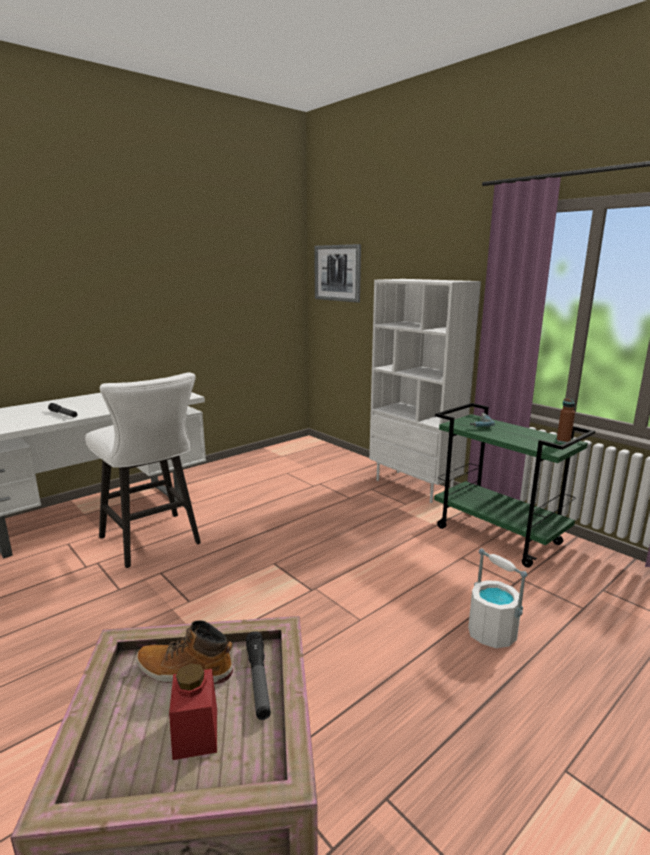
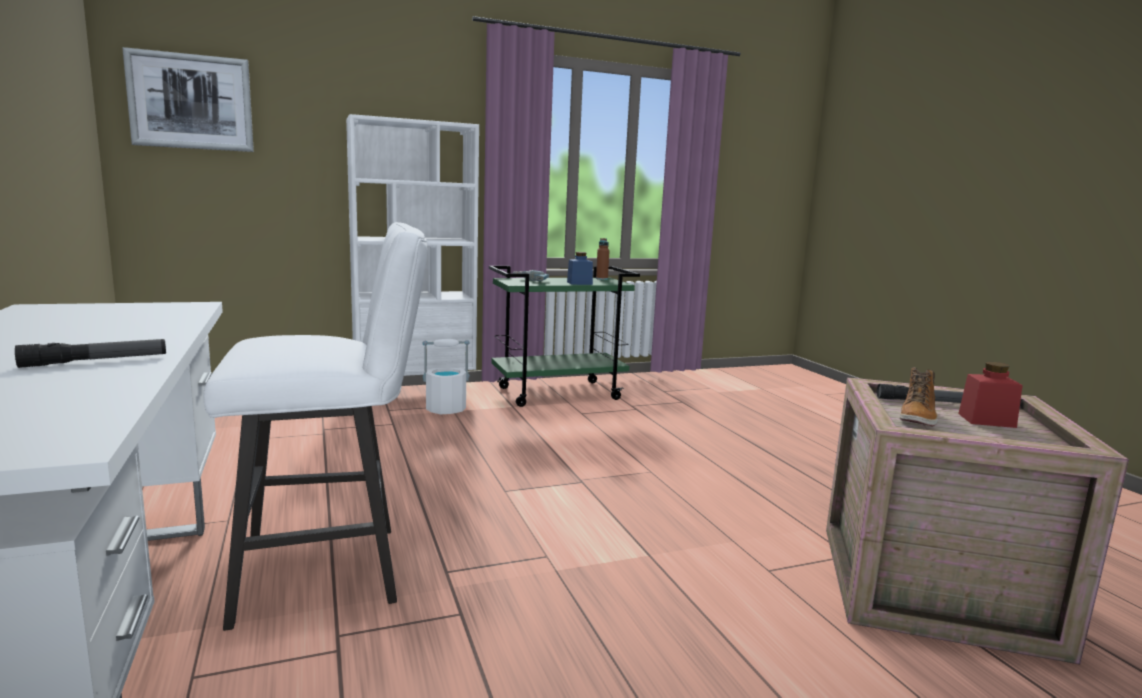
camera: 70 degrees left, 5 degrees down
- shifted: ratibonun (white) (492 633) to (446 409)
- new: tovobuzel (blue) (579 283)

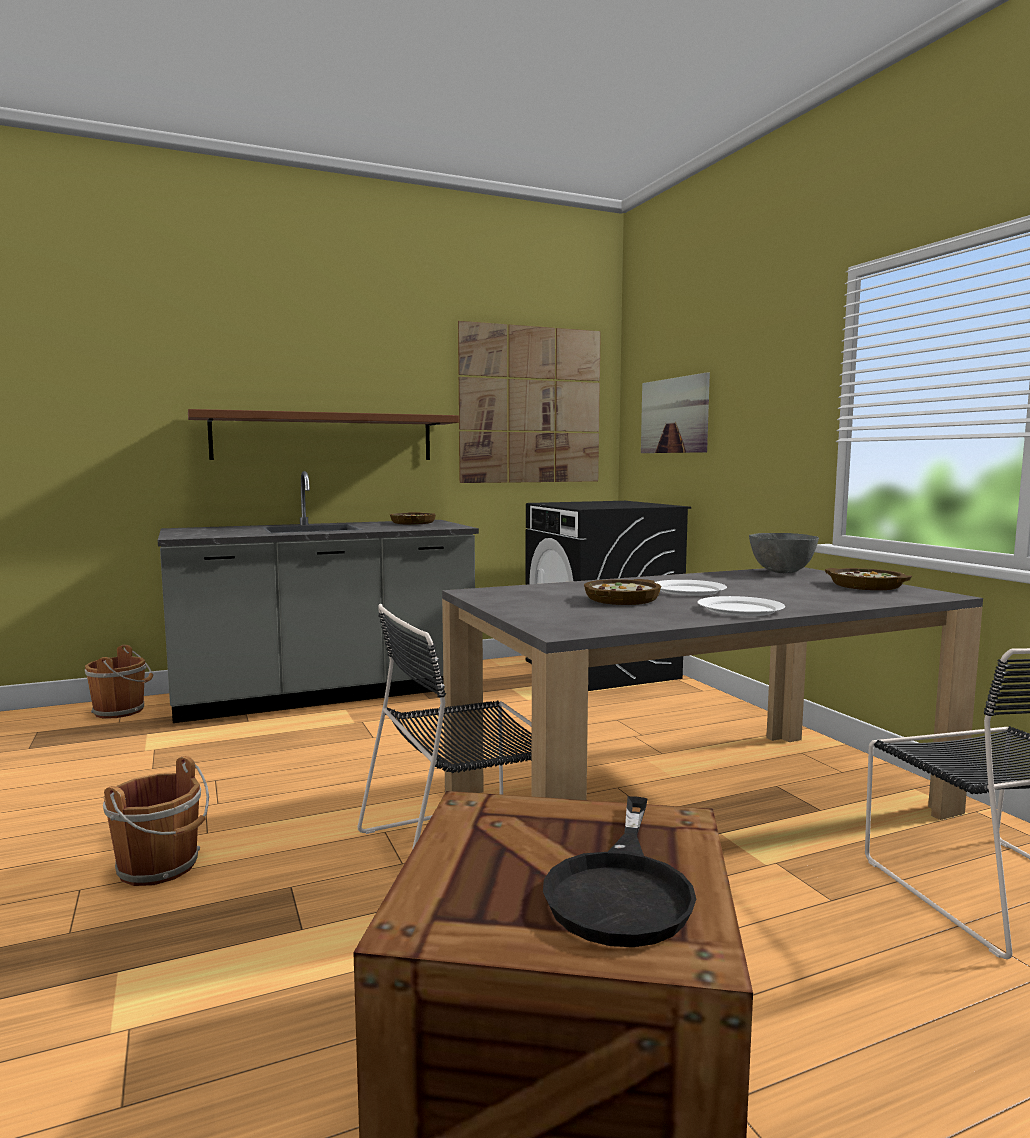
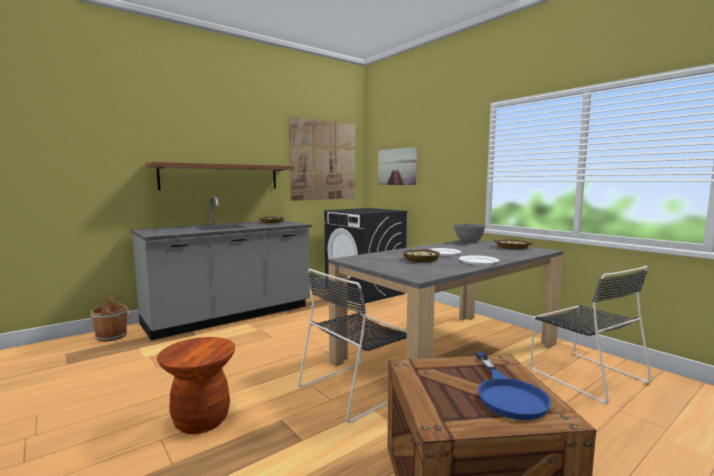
camera: 15 degrees left, 0 degrees up
- swapped: ratibonun (brown) (161 867) to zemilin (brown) (201 420)
- repainted: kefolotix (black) (622 888) to kefolotix (blue) (507 394)

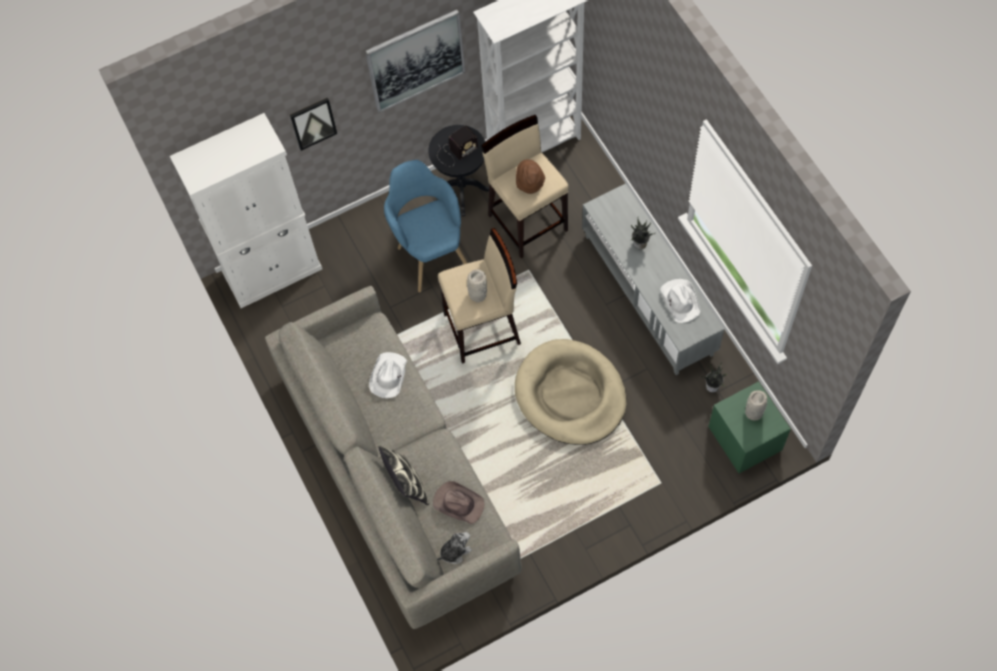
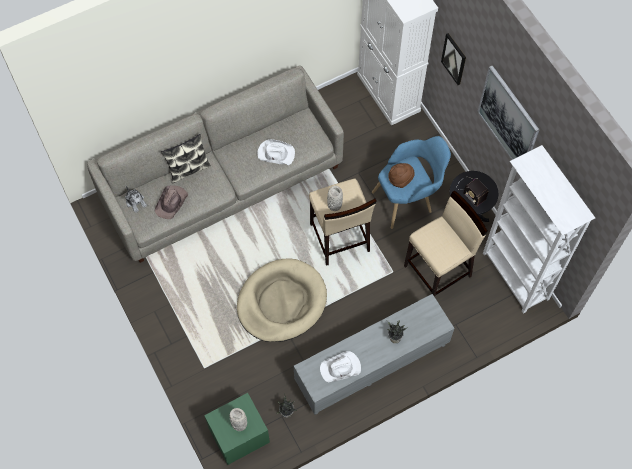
camera: 85 degrees right, 0 degrees up
- shifted: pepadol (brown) (529 183) to (400 179)

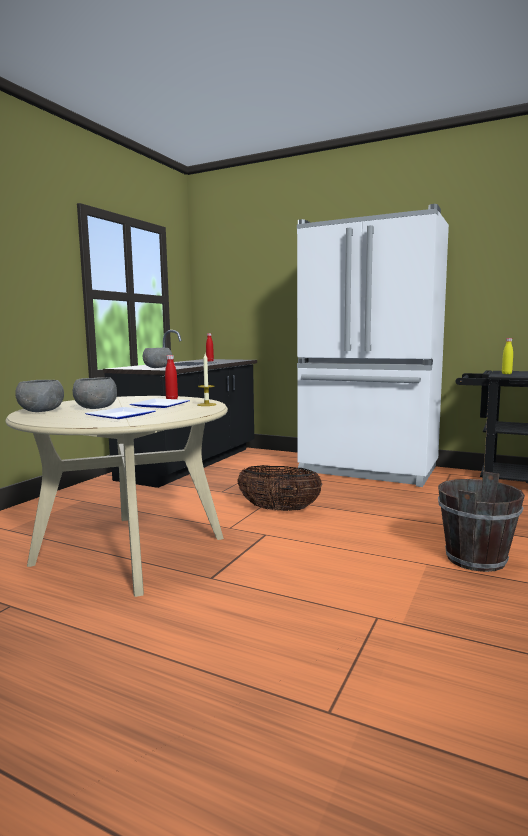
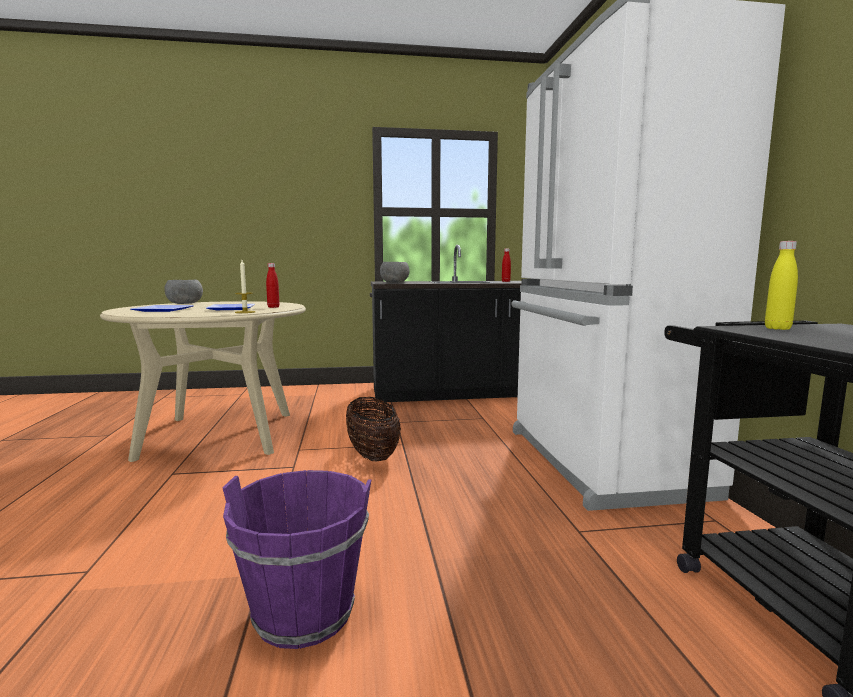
camera: 55 degrees right, 0 degrees up
- gone: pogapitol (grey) (96 408)
- repainted: ratibonun (brown) (476 559) to ratibonun (purple) (303 614)

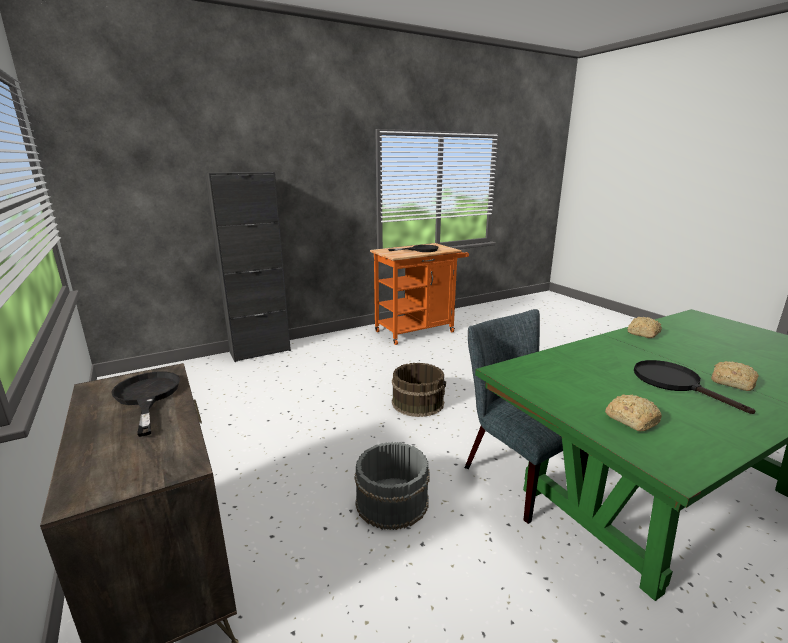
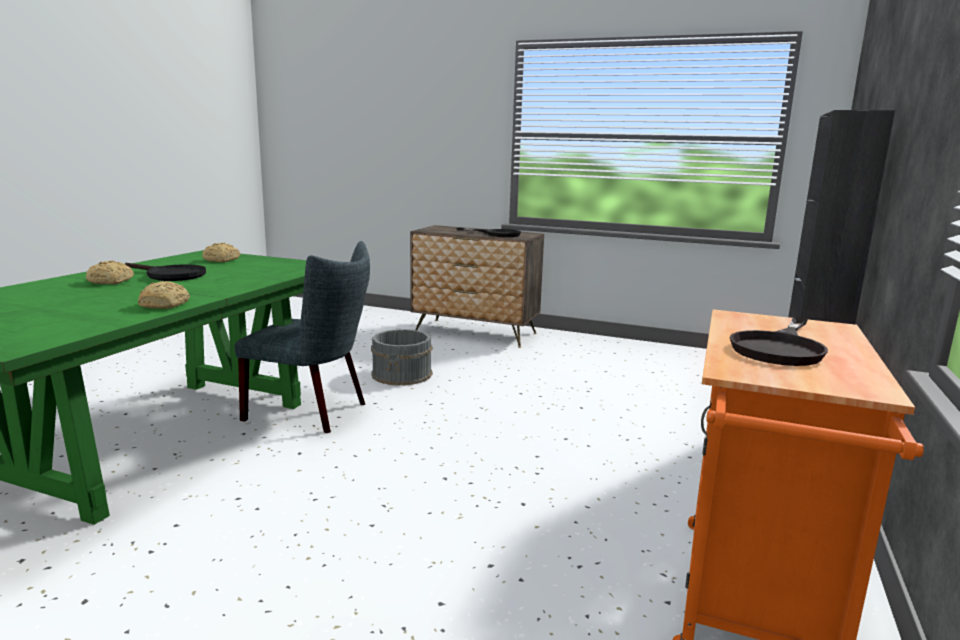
camera: 140 degrees right, 5 degrees down
- gone: ratibonun (brown) (418 402)

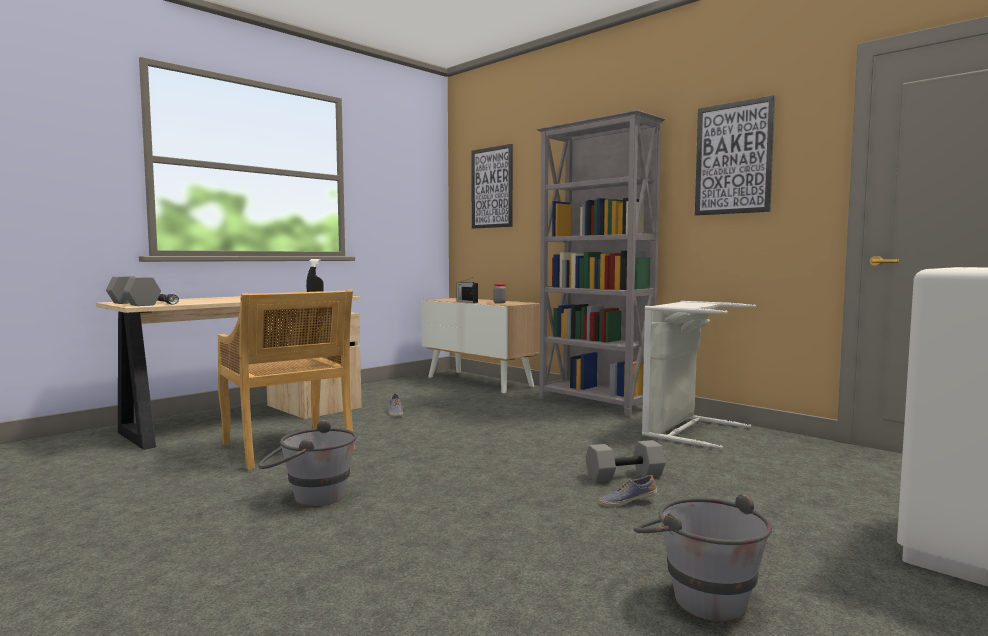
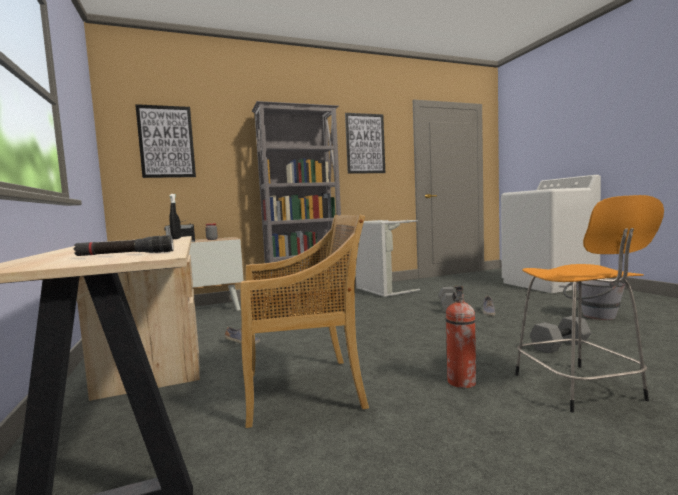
camera: 65 degrees left, 0 degrees up
- shifted: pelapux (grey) (132 304) to (560 346)
- swapped: ratibonun (grey) (308 497) to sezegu (461 382)
- new: zemilin (orange) (579 388)

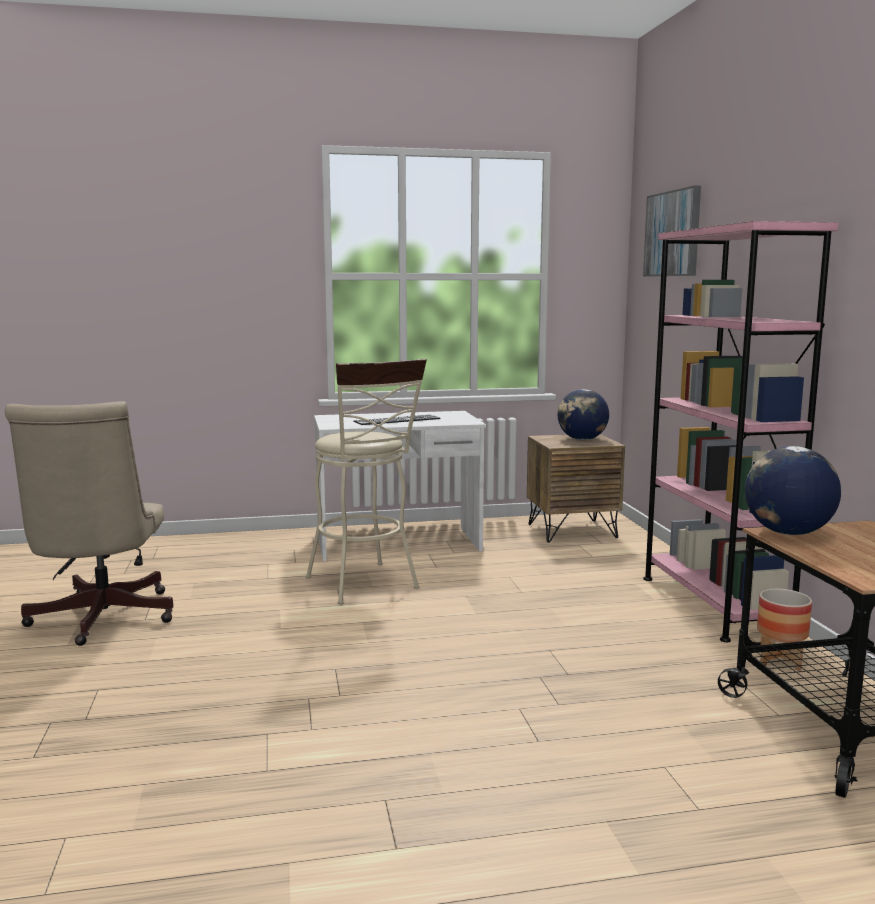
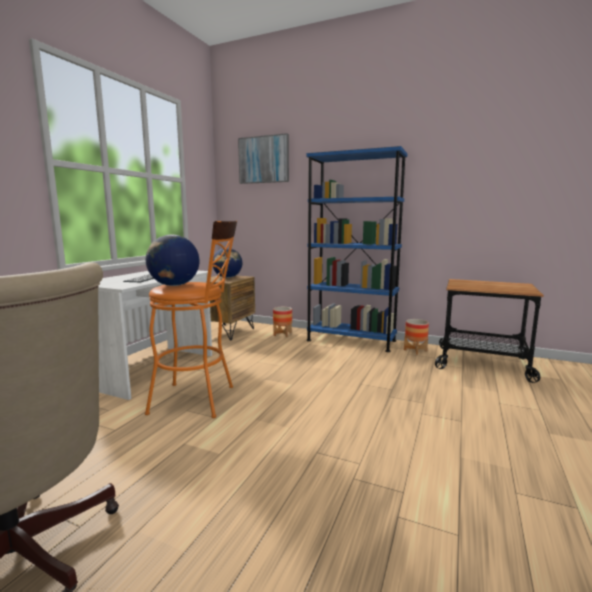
camera: 55 degrees left, 0 degrees up
- repainted: zemilin (beige) (366 585) to zemilin (orange) (200 399)
- repainted: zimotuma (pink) (713 604) to zimotuma (blue) (351 340)
- shifted: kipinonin (787 533) to (174 285)
- new: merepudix (282 334)

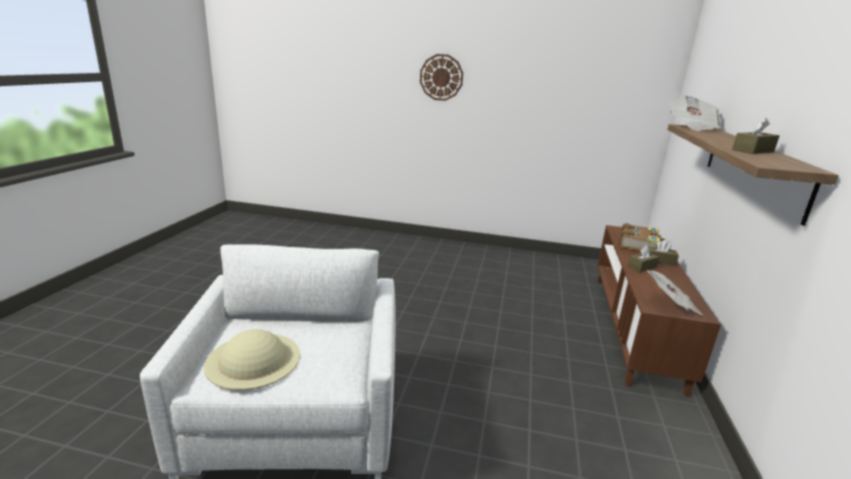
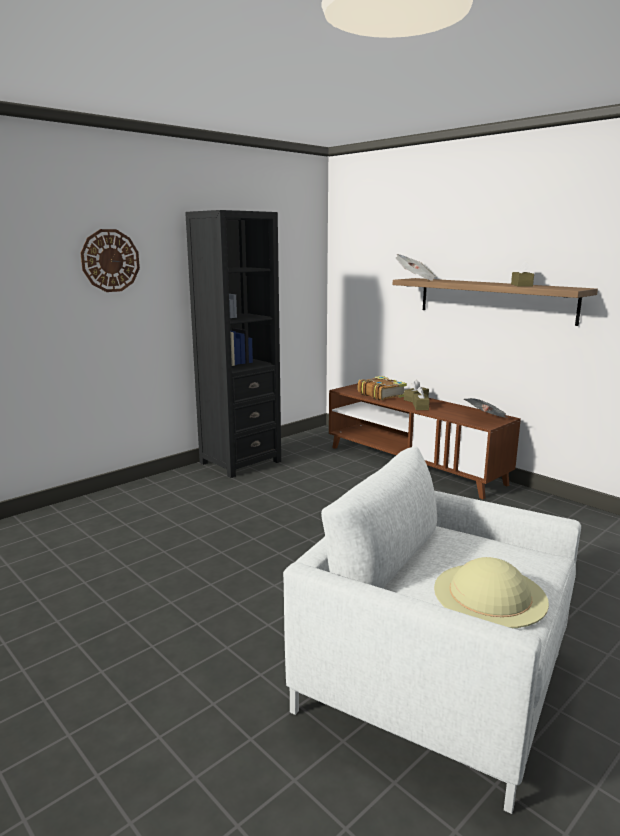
camera: 55 degrees left, 5 degrees down
- new: zimotuma (black) (240 462)

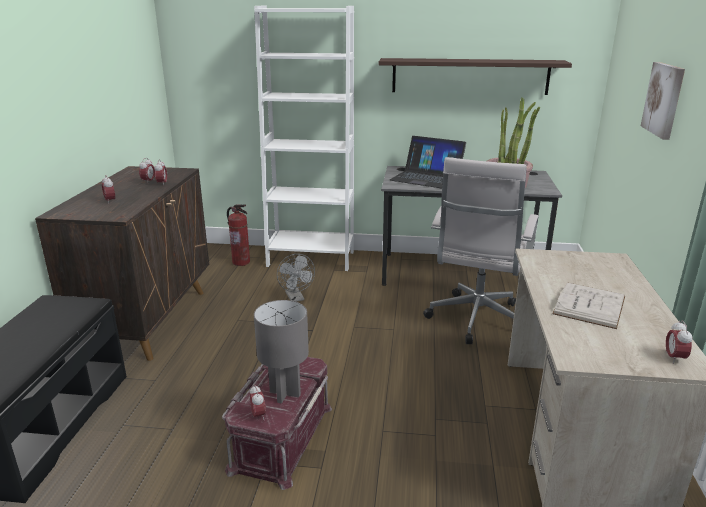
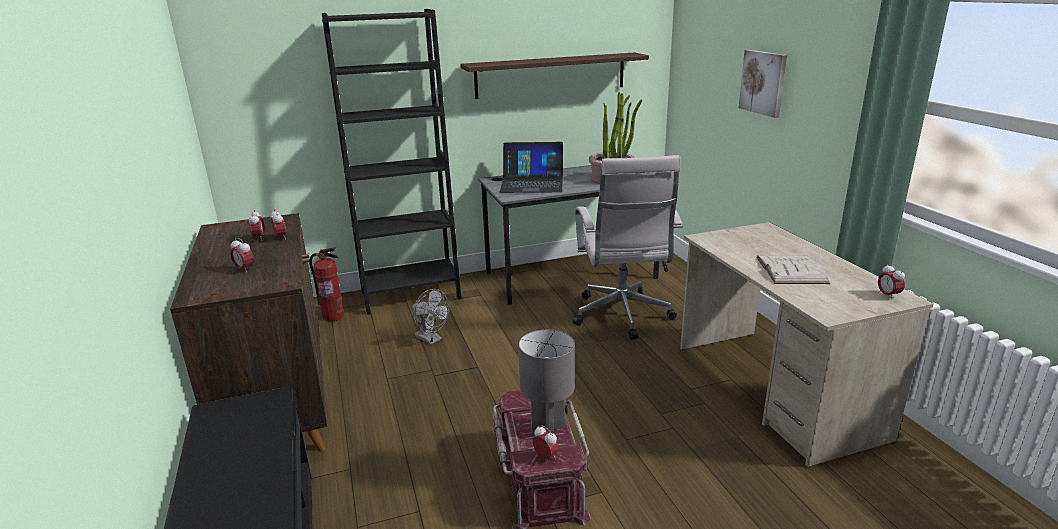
camera: 25 degrees left, 0 degrees up
- repainted: zimotuma (white) (311 259) to zimotuma (black) (410 295)

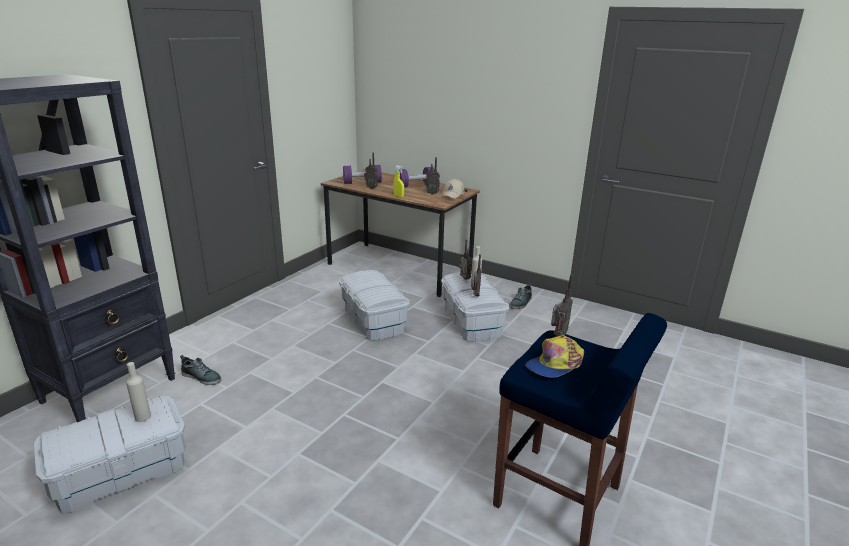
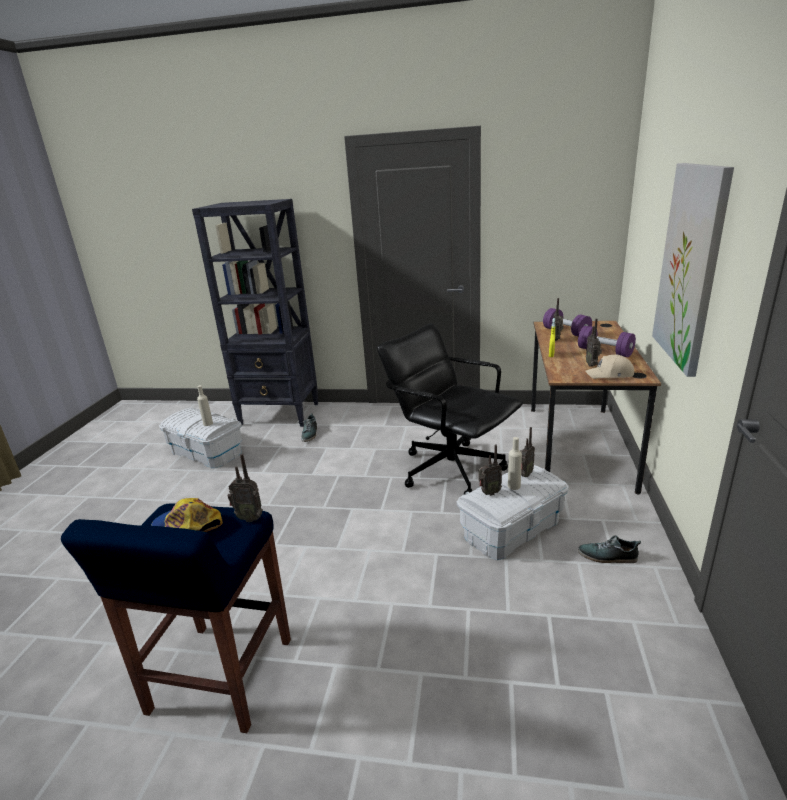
camera: 70 degrees right, 0 degrees up
- swapped: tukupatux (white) (373 320) to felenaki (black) (451 469)
- new: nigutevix (690 266)

